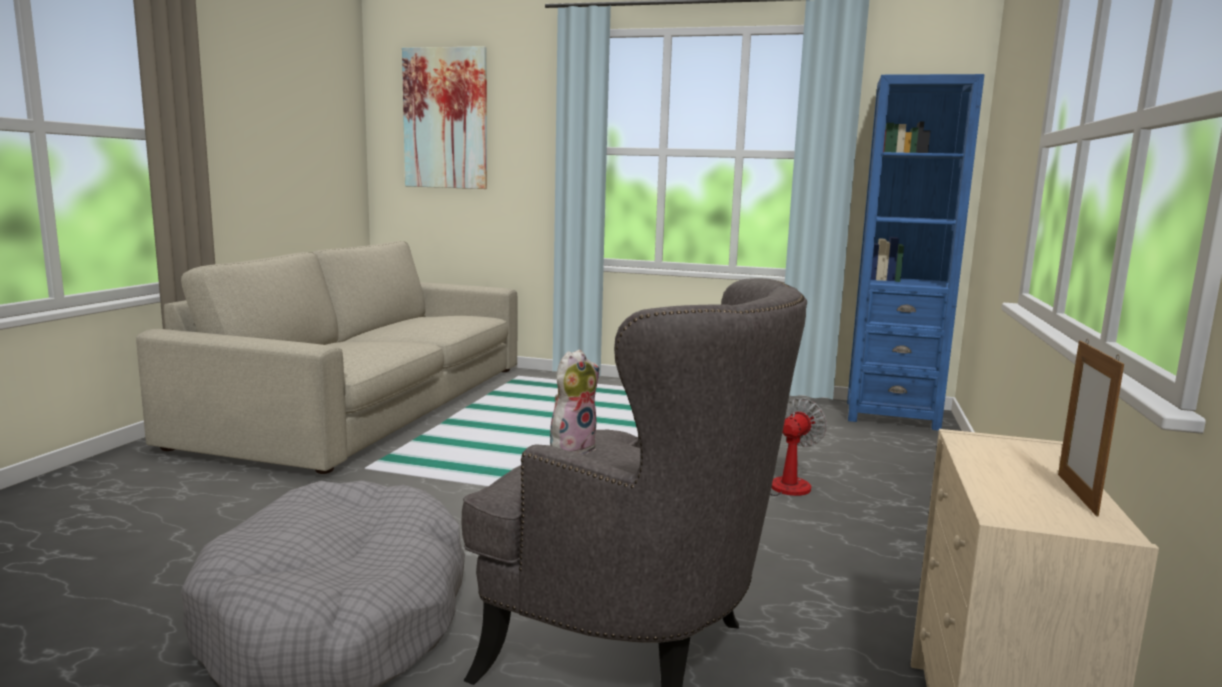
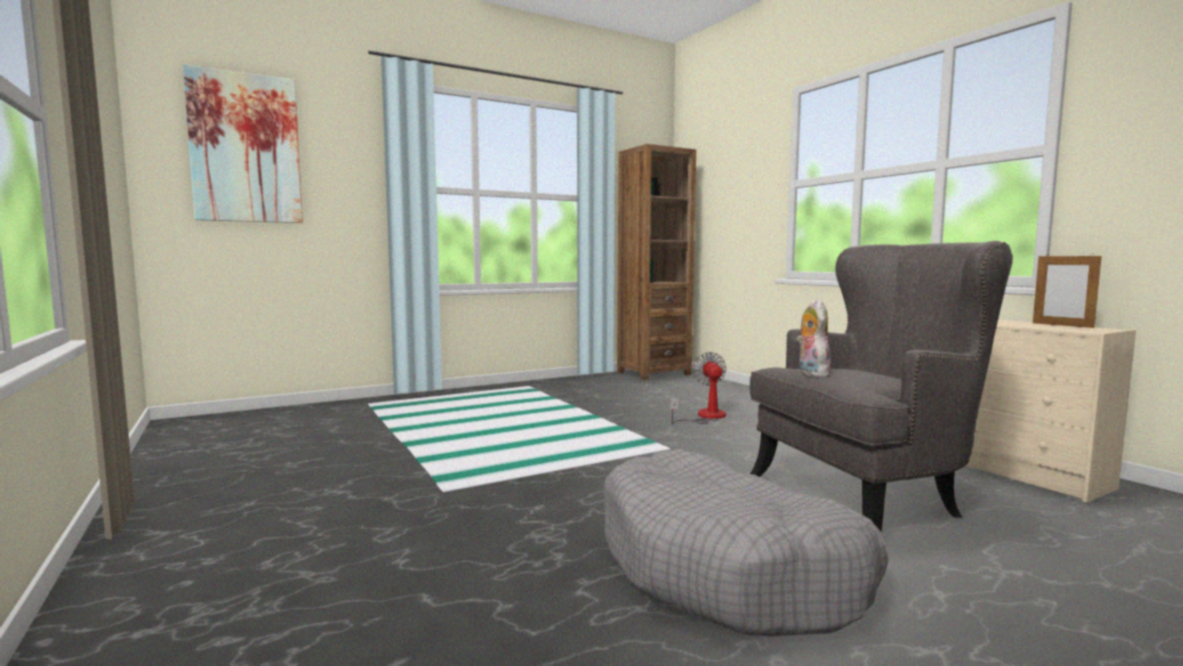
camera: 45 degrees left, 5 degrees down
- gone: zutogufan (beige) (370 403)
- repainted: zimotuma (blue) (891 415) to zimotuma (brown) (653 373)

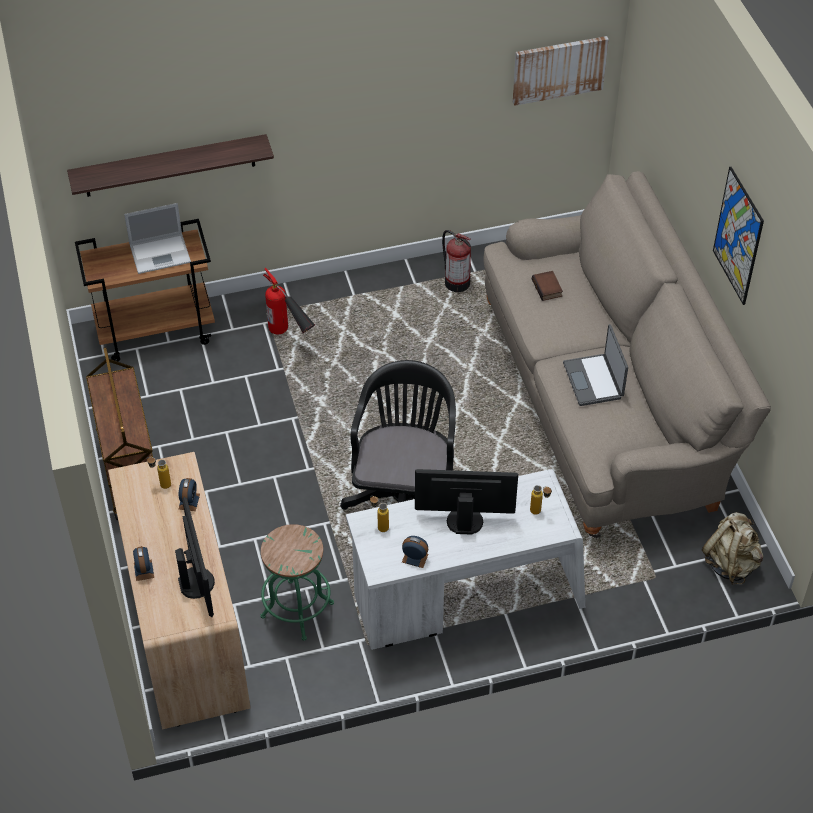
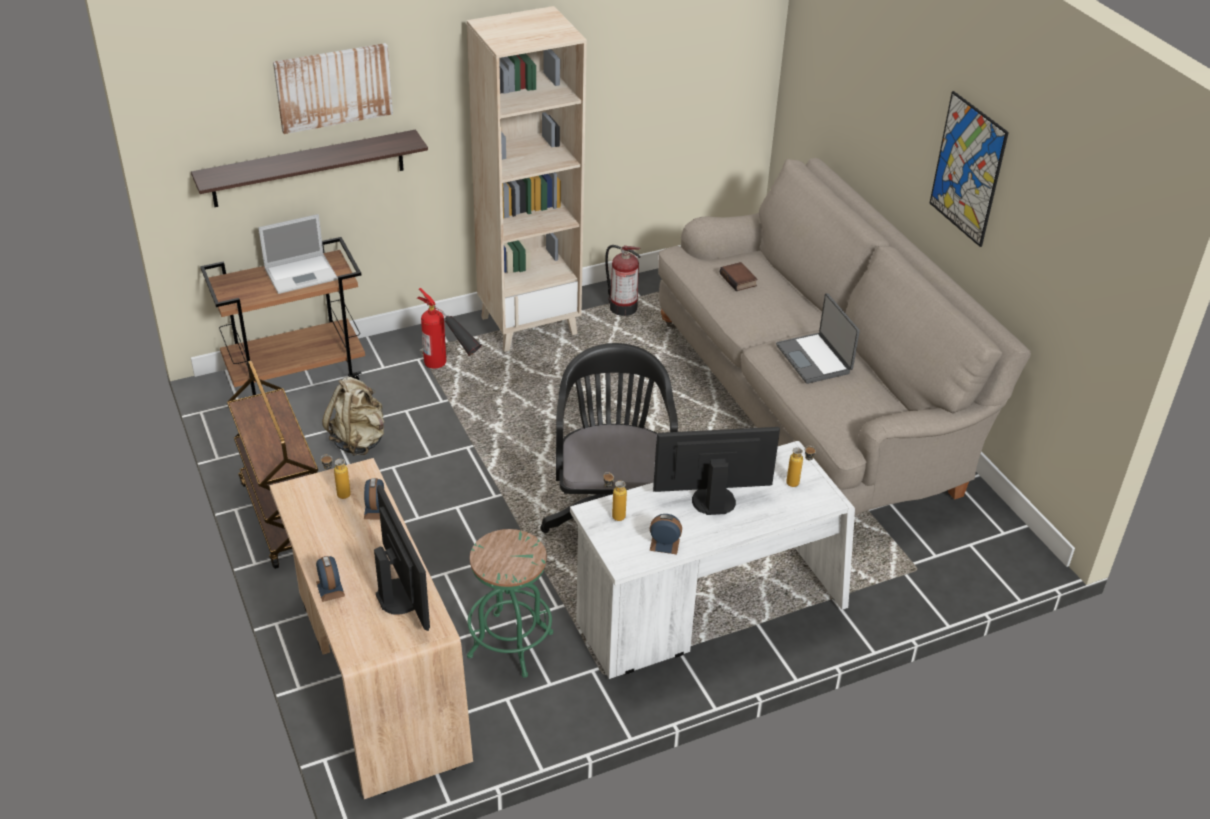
camera: 10 degrees left, 10 degrees down
- shifted: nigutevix (559 69) to (333 87)
- shifted: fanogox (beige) (731 563) to (359 441)
- new: zimotuma (beige) (529 325)

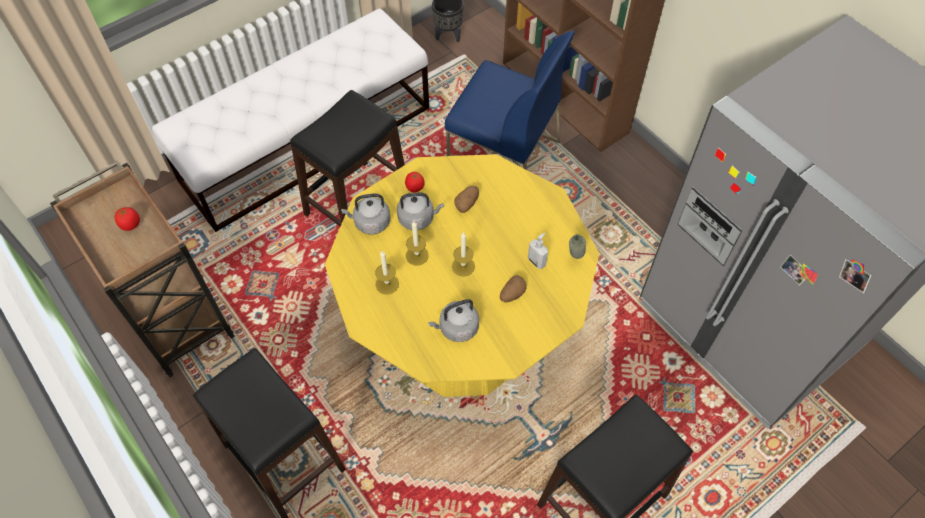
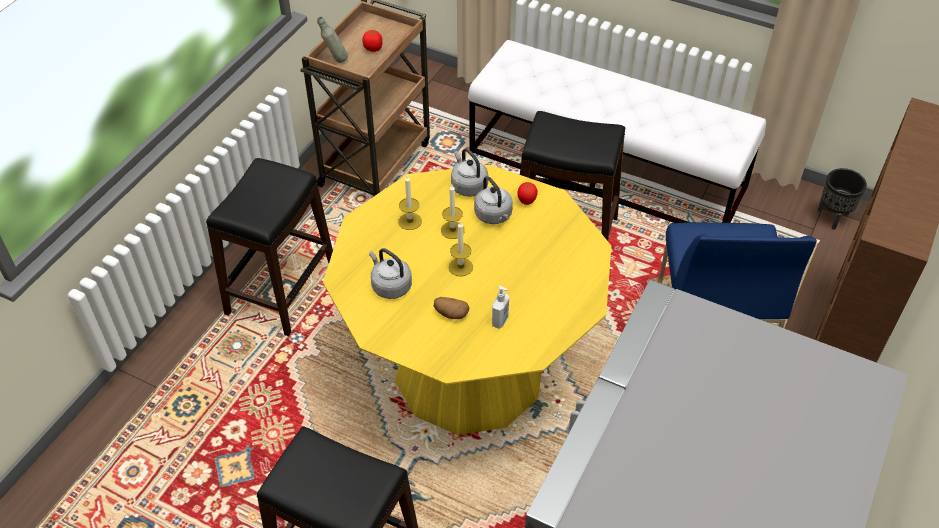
camera: 65 degrees right, 10 degrees down
- gone: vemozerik (467 203)
- shifted: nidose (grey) (574 259) to (335 60)

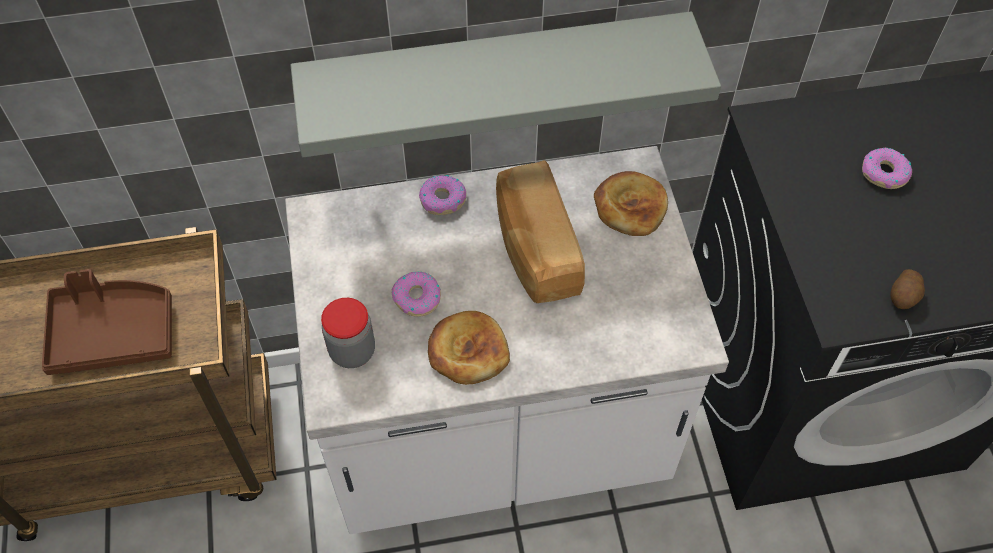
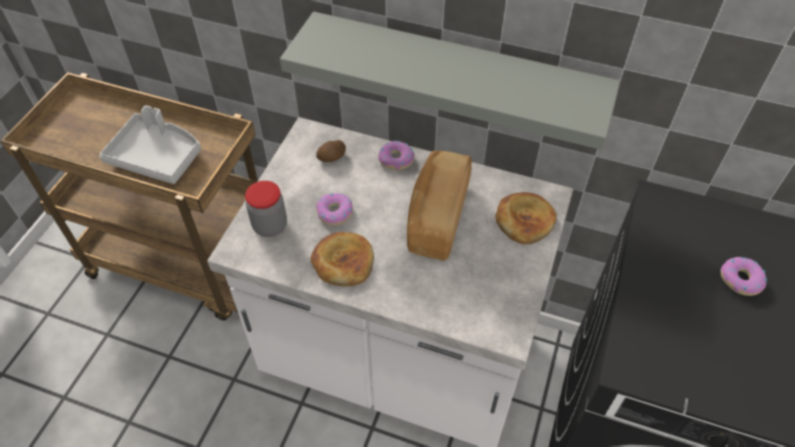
camera: 30 degrees right, 5 degrees down
- repainted: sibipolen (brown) (113 333) to sibipolen (grey) (157 156)
- shifted: vemozerik (904 297) to (332 157)

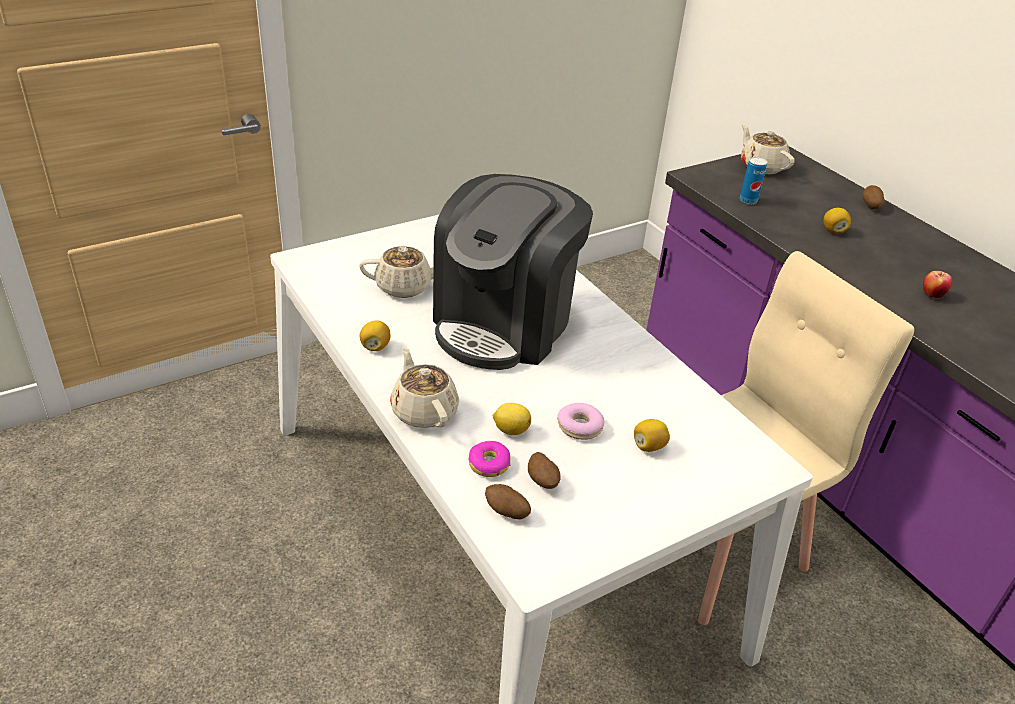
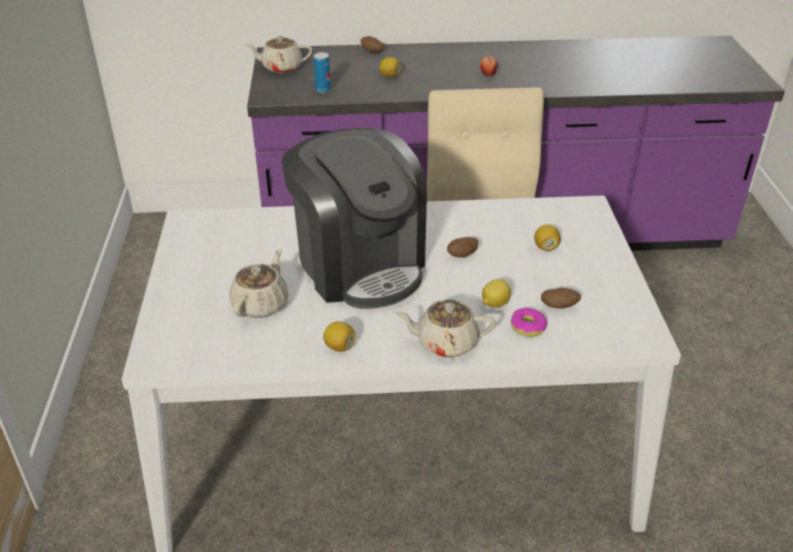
camera: 60 degrees left, 0 degrees up
- shifted: vemozerik (506 512) to (462 256)
- gone: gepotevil (579 427)

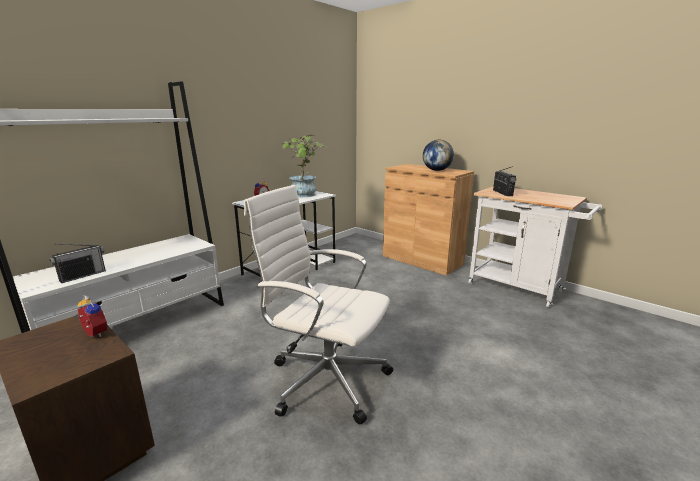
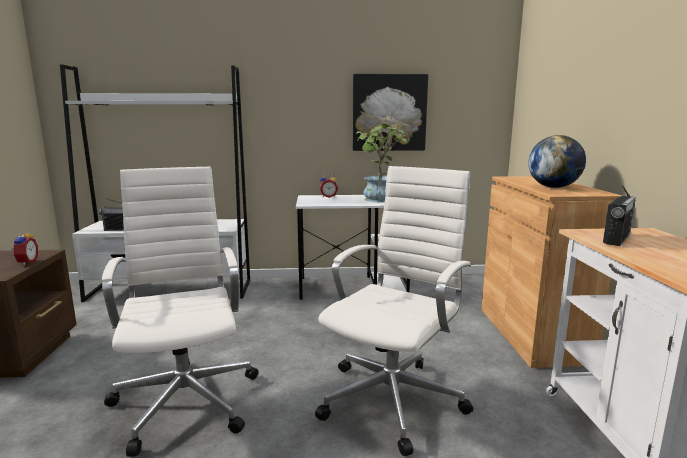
camera: 45 degrees right, 5 degrees down
- new: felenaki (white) (394 397)
- new: nigutevix (389 113)

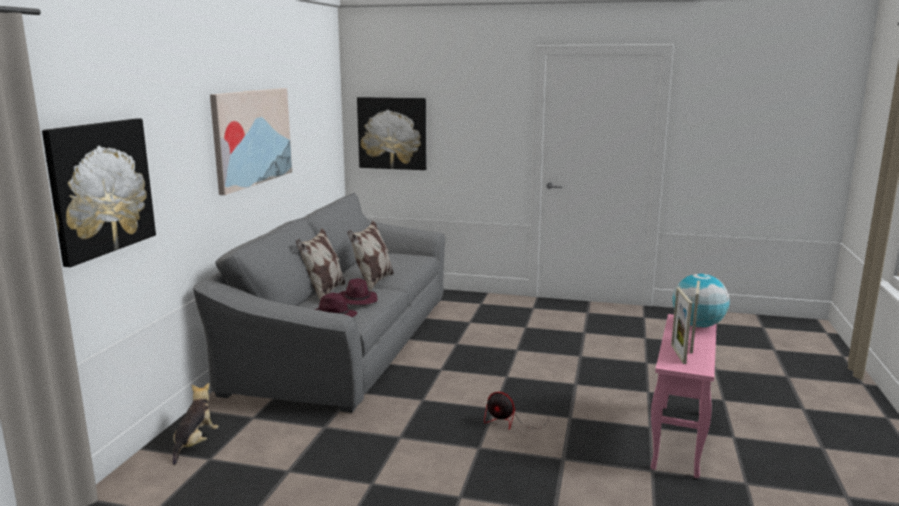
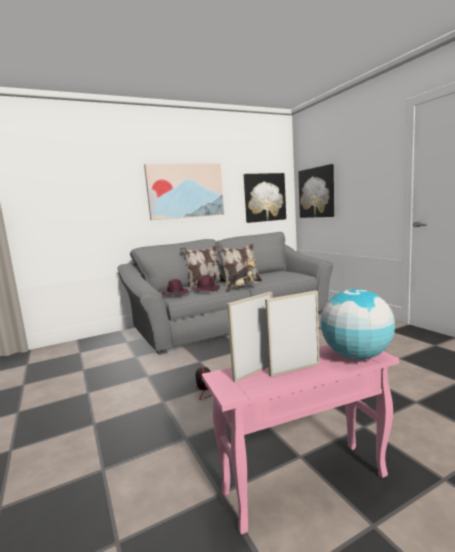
camera: 50 degrees right, 5 degrees down
- shifted: nigutevix (100 188) to (264 197)
- shifted: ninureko (195 444) to (243 288)

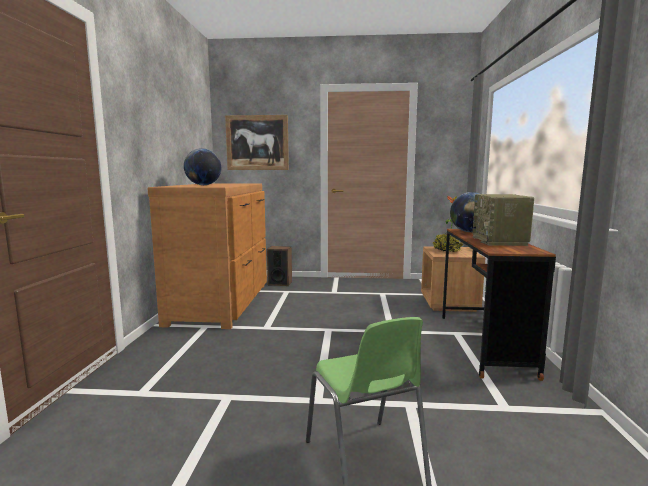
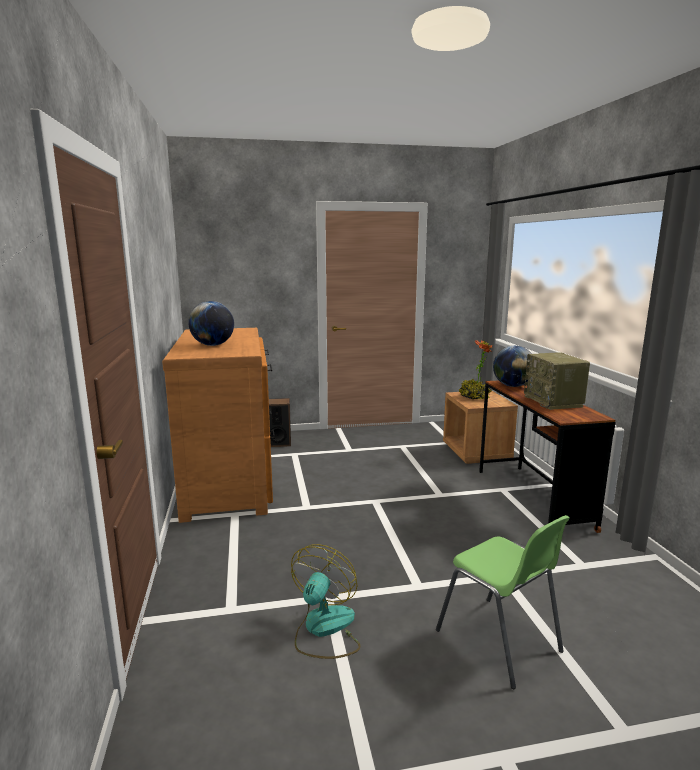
camera: 15 degrees left, 5 degrees up
- gone: nigutevix (257 143)
- new: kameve (324 629)

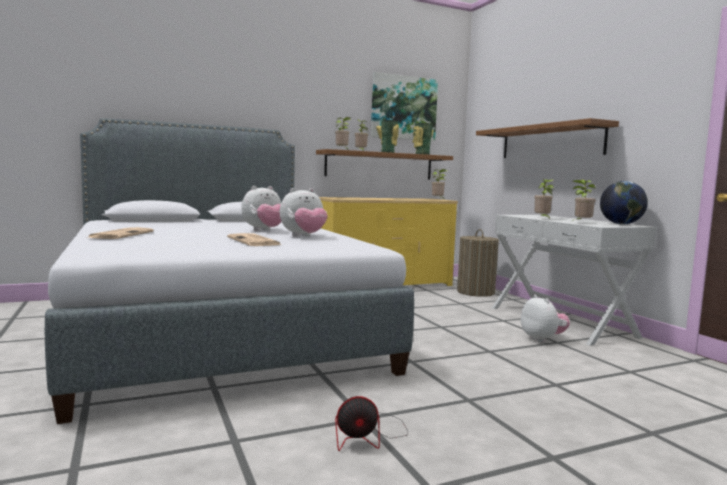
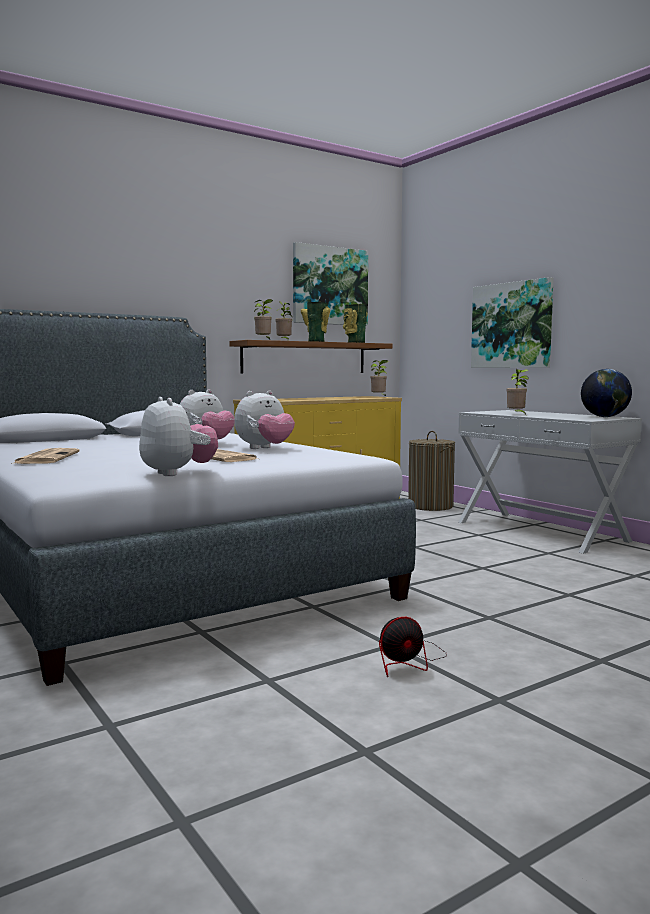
camera: 10 degrees left, 0 degrees up
- swapped: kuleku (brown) (550 142) to nigutevix (511 325)
- shifted: ninureko (542 339) to (177 473)
- gone: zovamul (581 223)

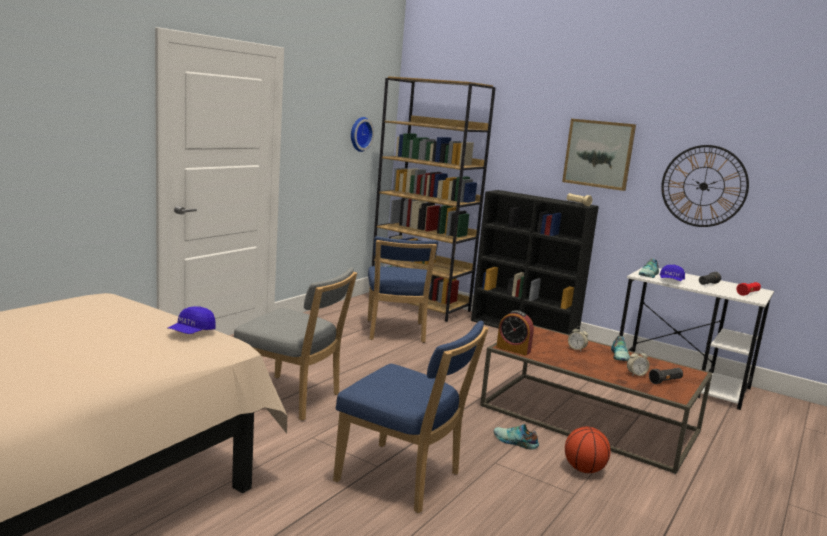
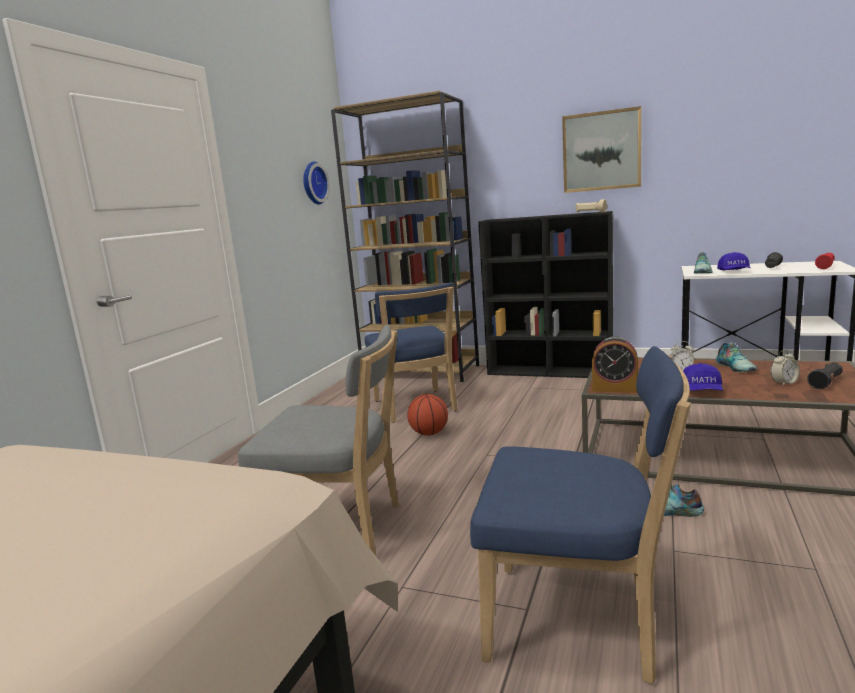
camera: 10 degrees left, 0 degrees up
- shifted: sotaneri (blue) (192 332) to (702 391)
- shifted: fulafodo (583 469) to (429 433)
- gone: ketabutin (703 186)

